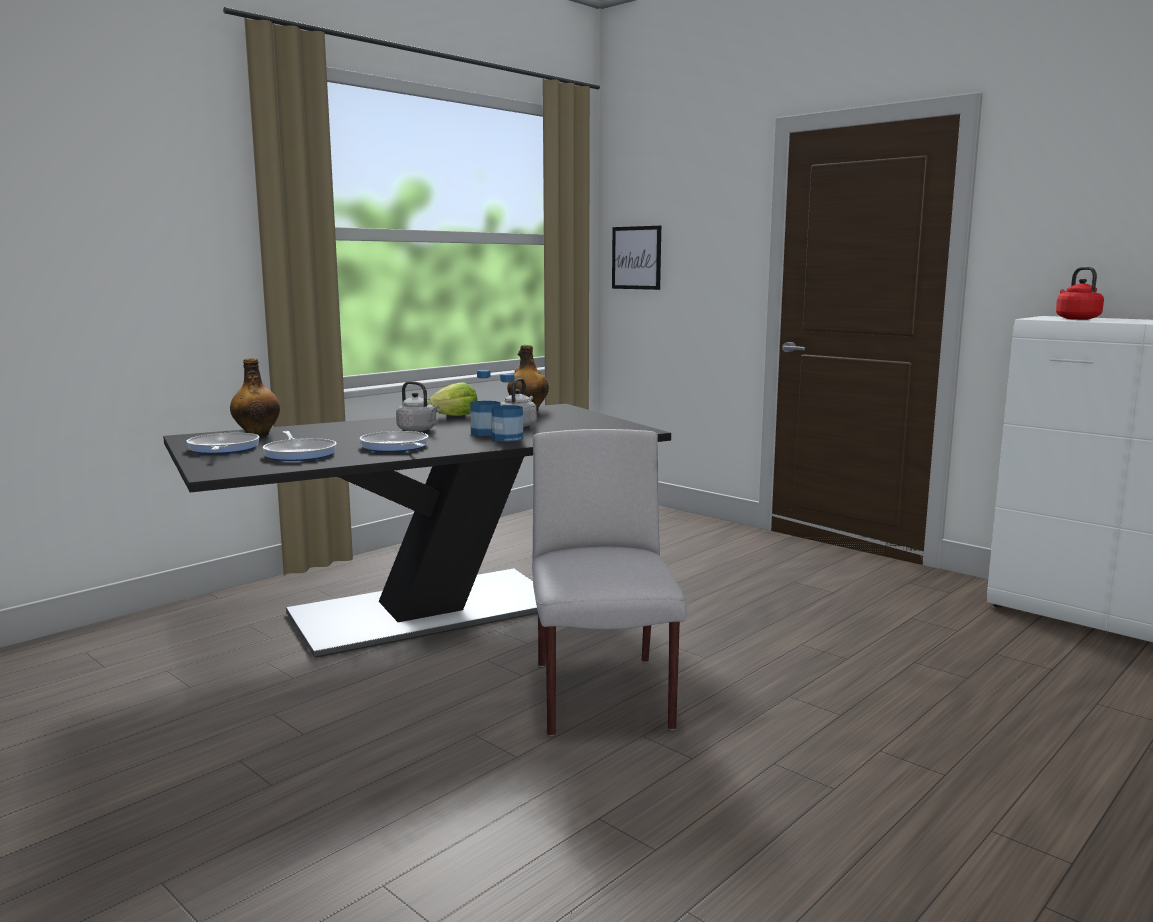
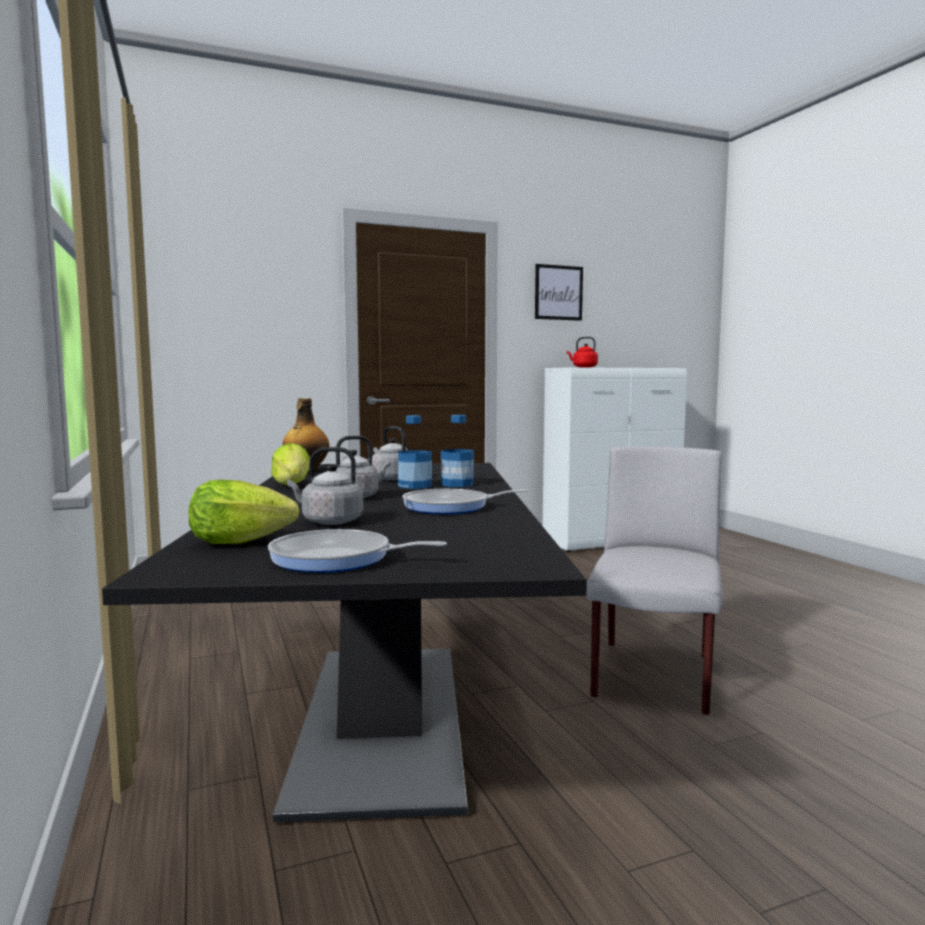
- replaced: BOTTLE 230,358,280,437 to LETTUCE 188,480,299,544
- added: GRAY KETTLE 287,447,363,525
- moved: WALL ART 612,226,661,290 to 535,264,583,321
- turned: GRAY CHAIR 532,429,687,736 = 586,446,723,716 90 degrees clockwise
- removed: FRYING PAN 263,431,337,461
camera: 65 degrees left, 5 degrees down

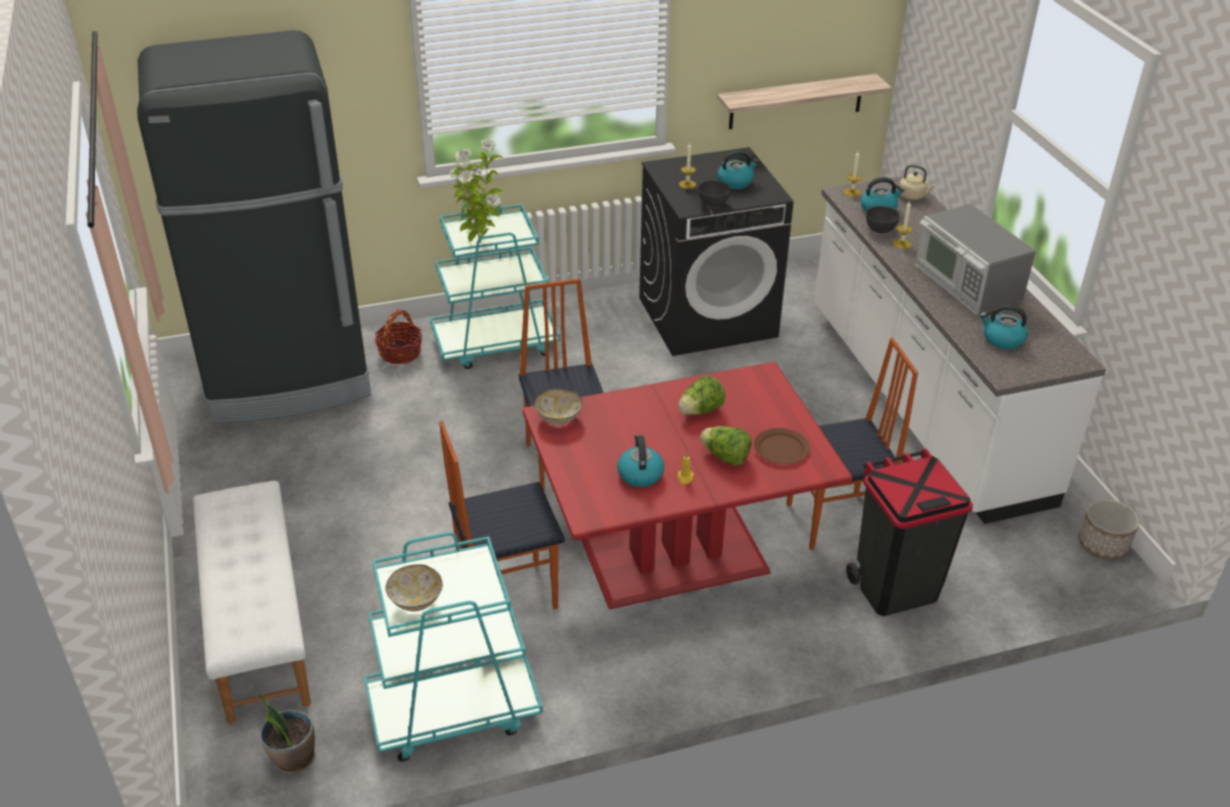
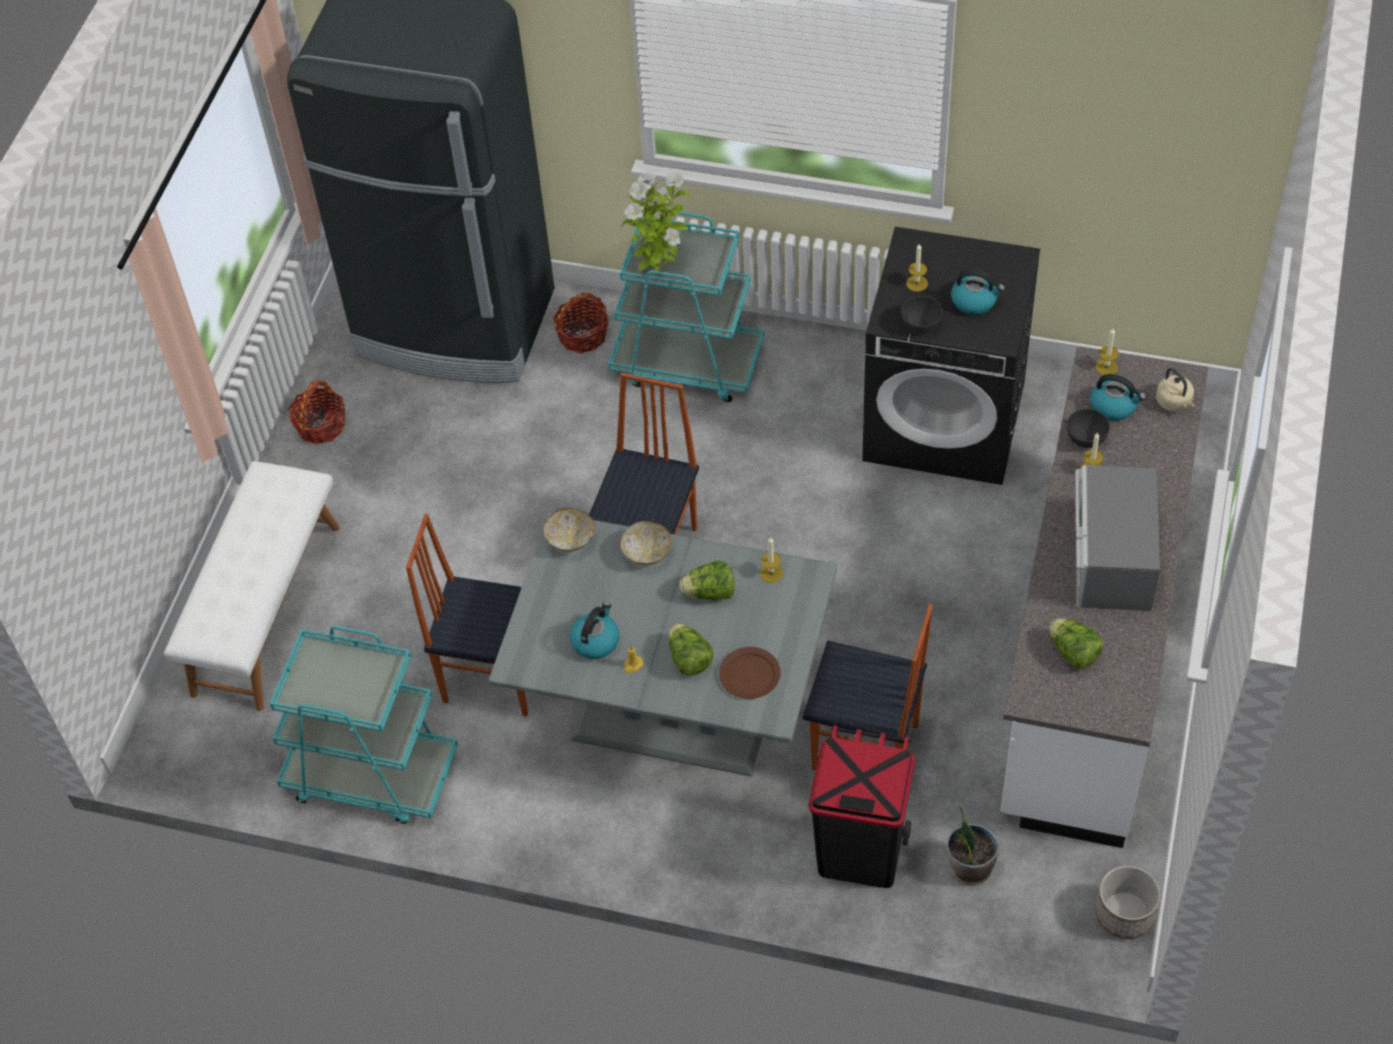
- added: HOUSEHOLD BASKET 288,380,346,444
- recoloured: RED KITCHEN TABLE 523,362,852,610 to GRAY KITCHEN TABLE 489,512,837,776
- moved: SERVING BOWL 385,564,443,611 to 620,521,672,566
- added: CANDLE 760,537,783,583
- moved: HOUSEPLANT 258,693,315,773 to 947,806,999,885
- replaced: KETTLE 980,305,1028,349 to LETTUCE 1049,618,1103,669
- removed: WALL SHELF 717,74,892,129
camera: 35 degrees right, 15 degrees up

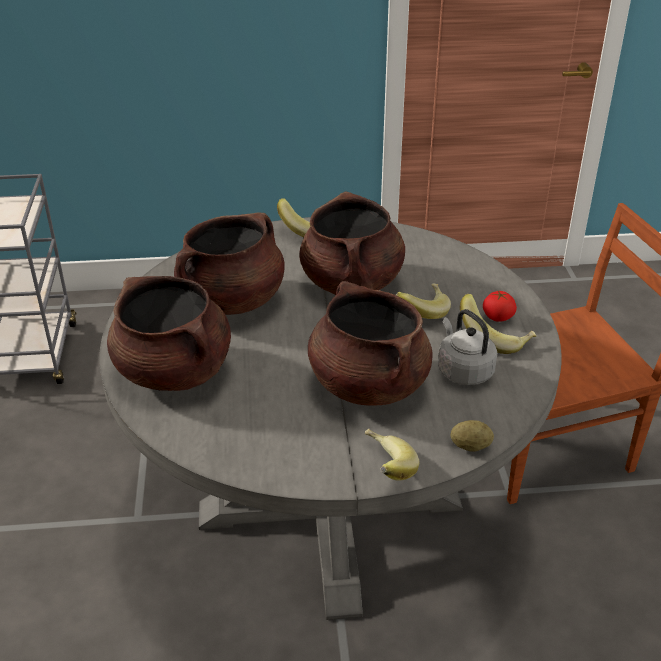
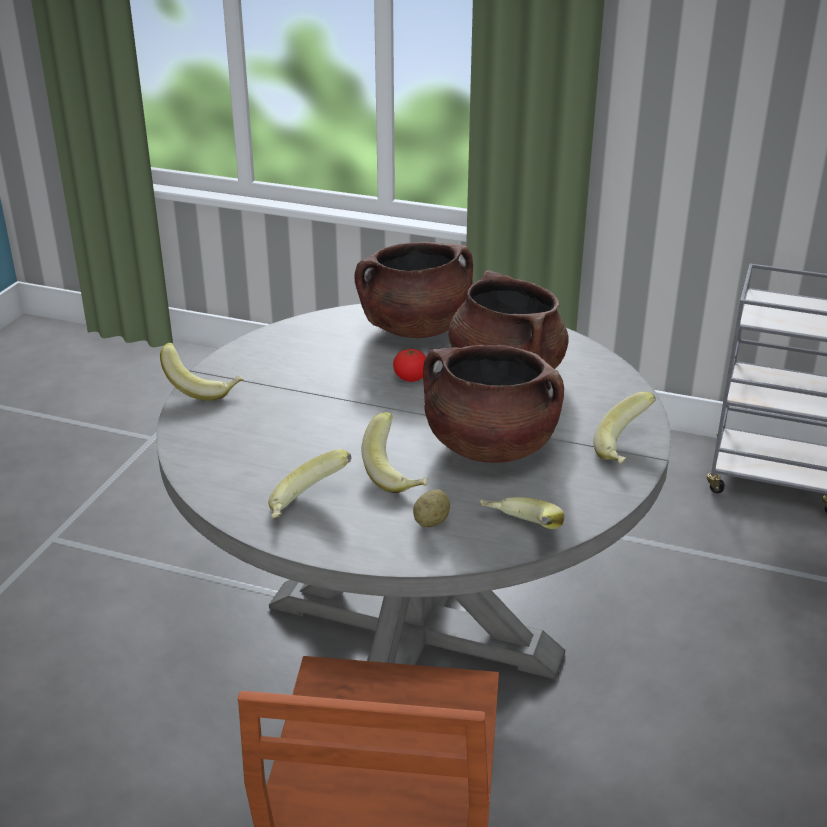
- moved: FRESH TOMATO 483,291,517,322 to 393,349,426,382
- moved: WHOLE POTATO 450,420,494,452 to 413,490,450,527
- added: BANANA FRUIT 479,497,564,529
- removed: BROWN-COLOURED COOKING POT 308,281,432,405
- removed: GRAY KETTLE 438,309,497,385
camera: 115 degrees right, 5 degrees down

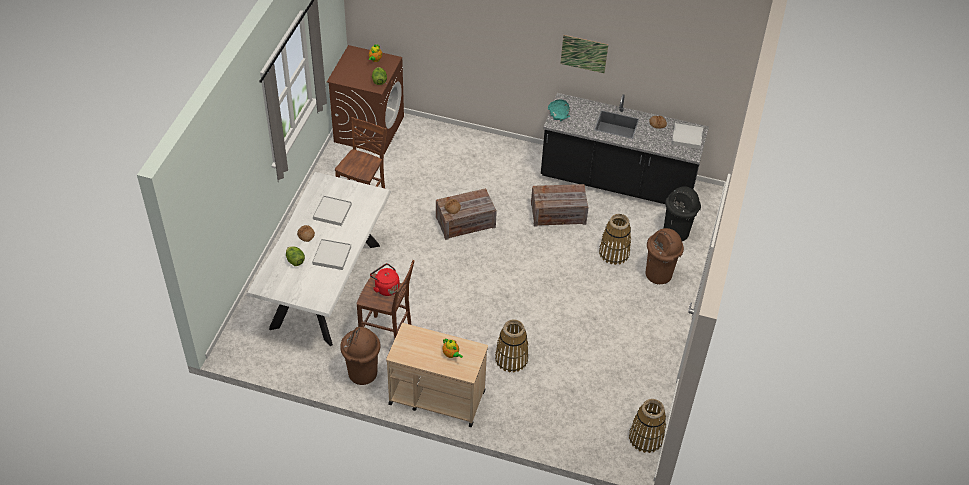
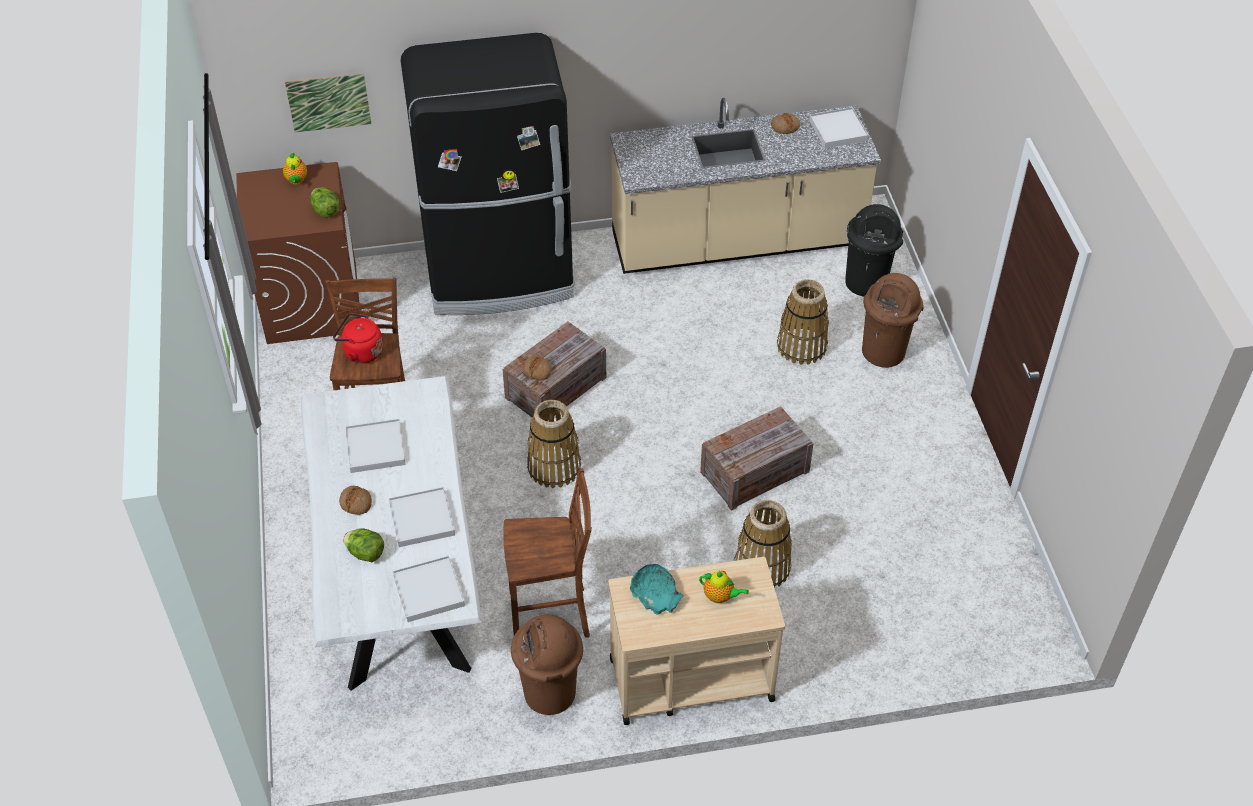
- moved: WALL ART 561,35,608,73 to 285,73,372,132
- moved: RED KETTLE 370,263,400,296 to 333,313,383,363
- added: WHITE-COLOURED SERVING TRAY 393,556,465,622
- added: BLACK REFRIGERATOR 401,33,575,315
- moved: HOUSEHOLD BASKET 629,399,666,453 to 527,400,581,488
- recoloured: BLACK KITCHEN BASE UNIT 541,93,709,204 to BEIGE-COLOURED KITCHEN BASE UNIT 610,98,881,274
- moved: TURQUOISE SERVING BOWL 548,99,570,121 to 630,564,683,614
- moved: SHIPPING CRATE 531,184,589,227 to 700,407,813,511
camera: 25 degrees left, 0 degrees up

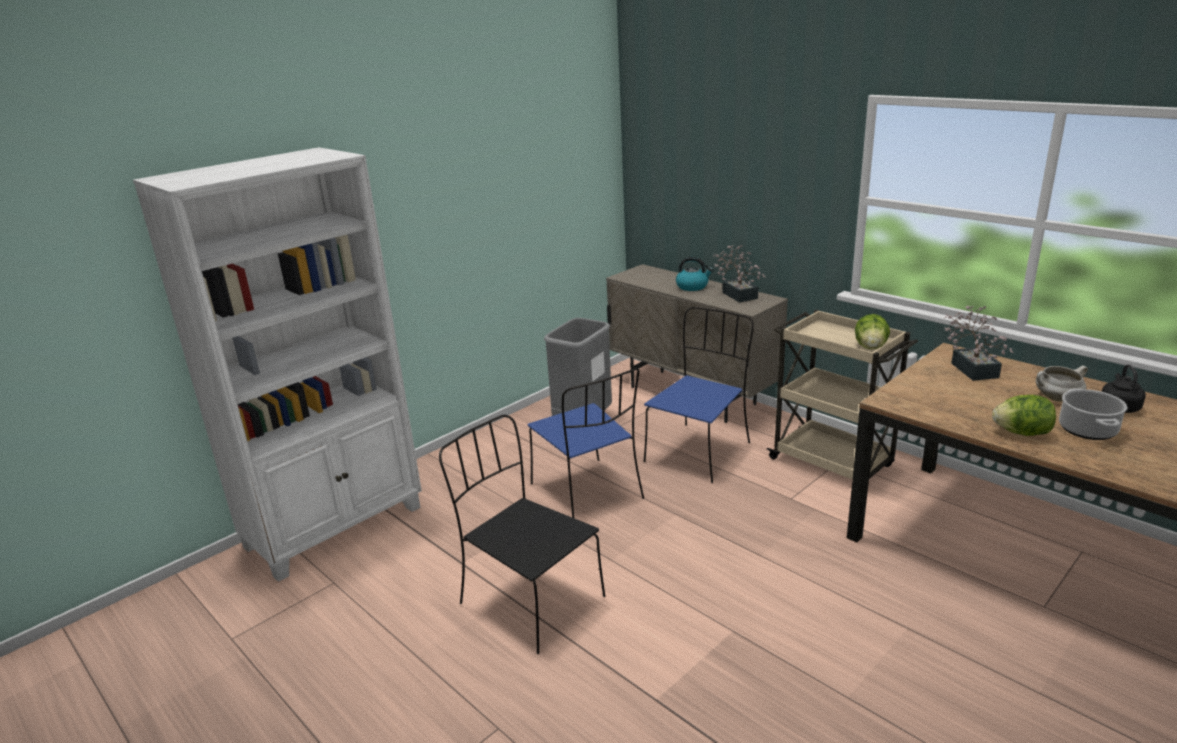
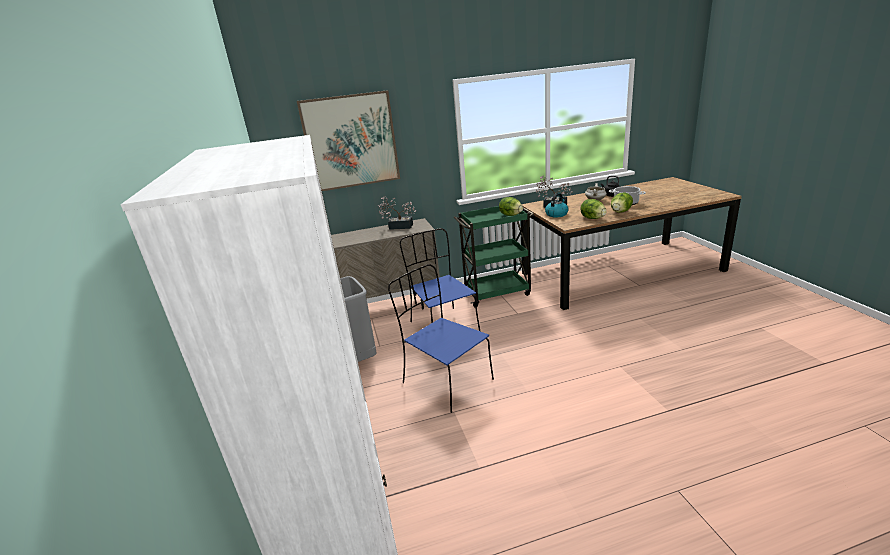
- added: WALL ART 297,90,400,191
- turned: BLUE CHAIR 528,368,644,518 = 388,264,494,413 135 degrees counterclockwise
- recoloured: BEIGE-COLOURED CART 767,310,918,479 to GREEN-COLOURED CART 454,206,534,307
- moved: KETTLE 676,257,713,291 to 545,193,569,217
- added: LETTUCE 580,199,607,219
- removed: BLACK CHAIR 439,415,605,654
camera: 60 degrees left, 0 degrees up

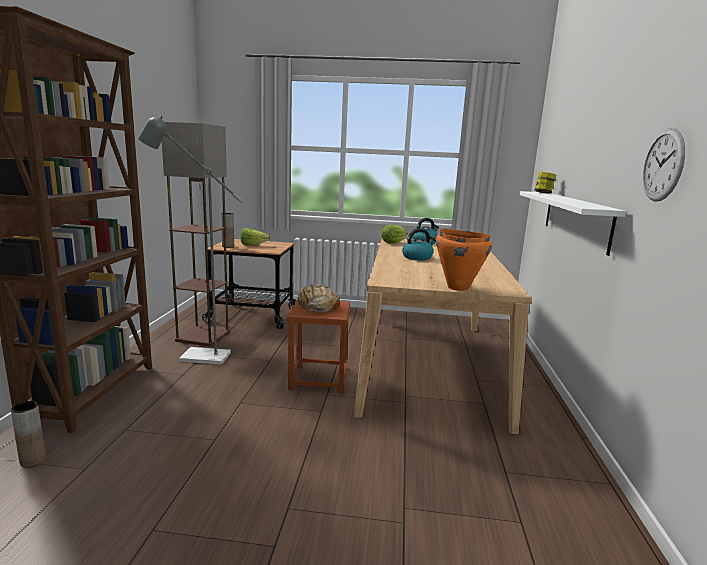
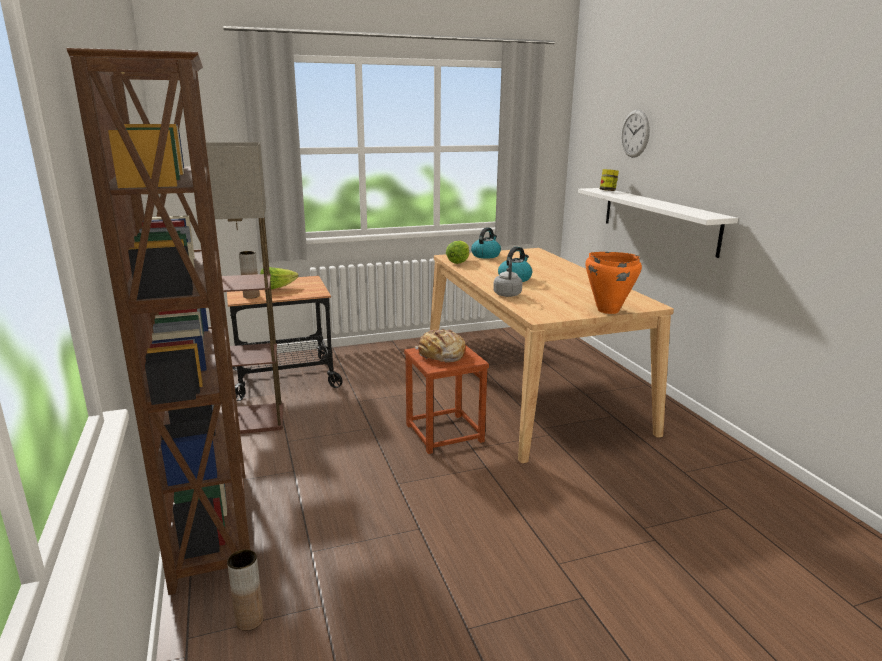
- added: GRAY KETTLE 493,260,523,297
- moved: HANGING CLOCK 643,128,685,202 to 621,110,650,158
- removed: GRAY STANDING LAMP 138,115,243,365
camera: 25 degrees left, 5 degrees up

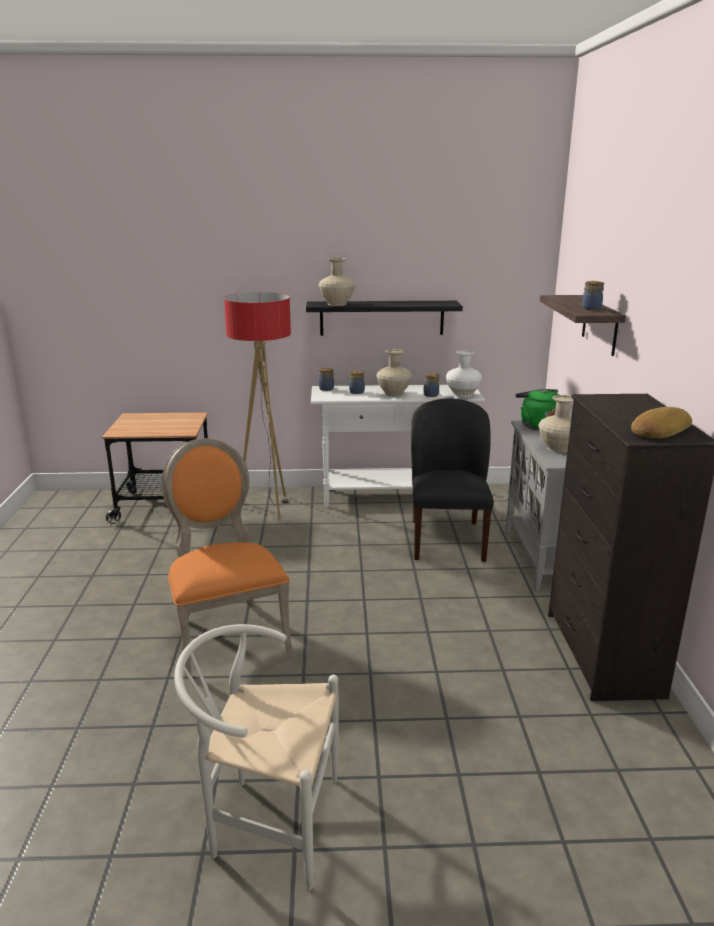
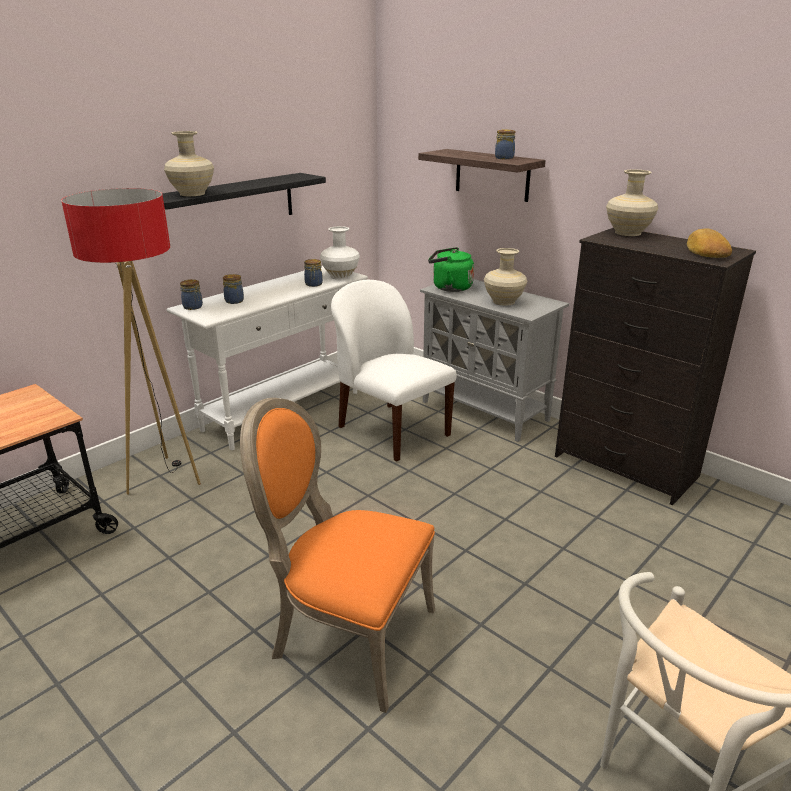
- recoloured: BLACK CHAIR 411,399,494,562 to WHITE-COLOURED CHAIR 331,280,457,462
- moved: BEIGE-COLOURED FLOWER VASE 376,349,412,396 to 606,170,658,236
camera: 45 degrees left, 5 degrees up

